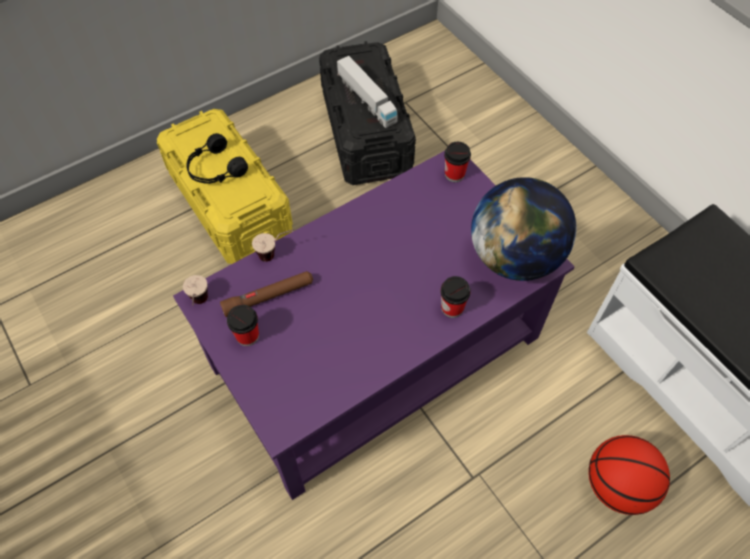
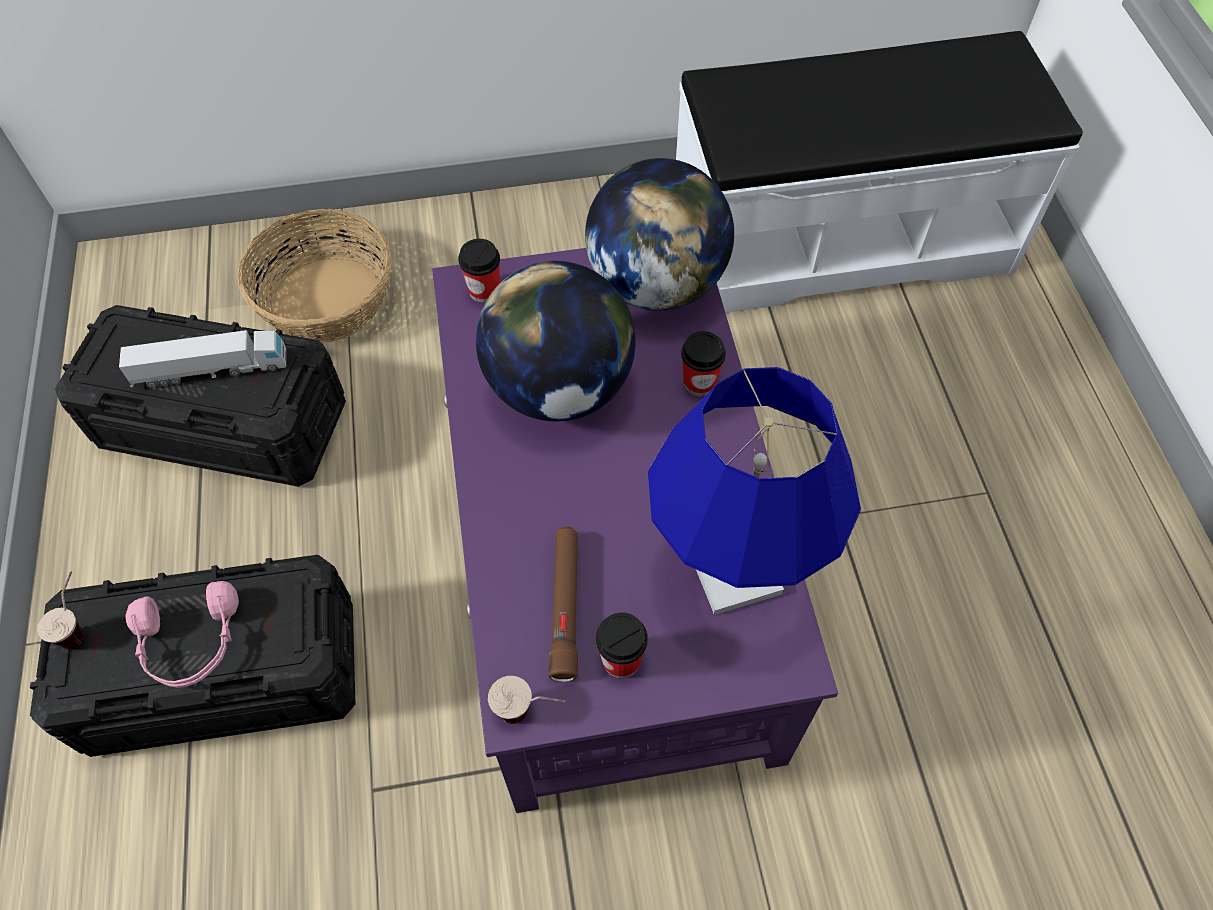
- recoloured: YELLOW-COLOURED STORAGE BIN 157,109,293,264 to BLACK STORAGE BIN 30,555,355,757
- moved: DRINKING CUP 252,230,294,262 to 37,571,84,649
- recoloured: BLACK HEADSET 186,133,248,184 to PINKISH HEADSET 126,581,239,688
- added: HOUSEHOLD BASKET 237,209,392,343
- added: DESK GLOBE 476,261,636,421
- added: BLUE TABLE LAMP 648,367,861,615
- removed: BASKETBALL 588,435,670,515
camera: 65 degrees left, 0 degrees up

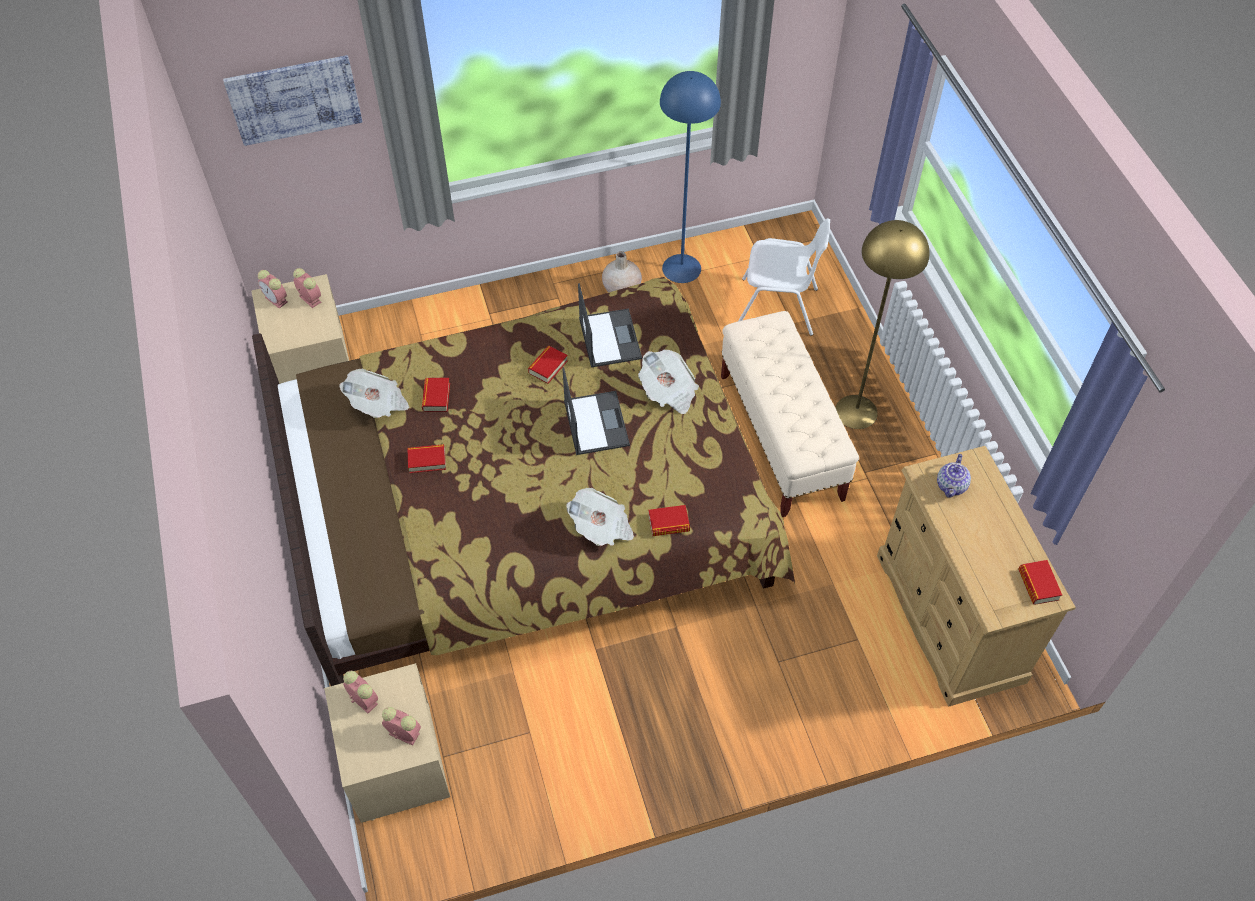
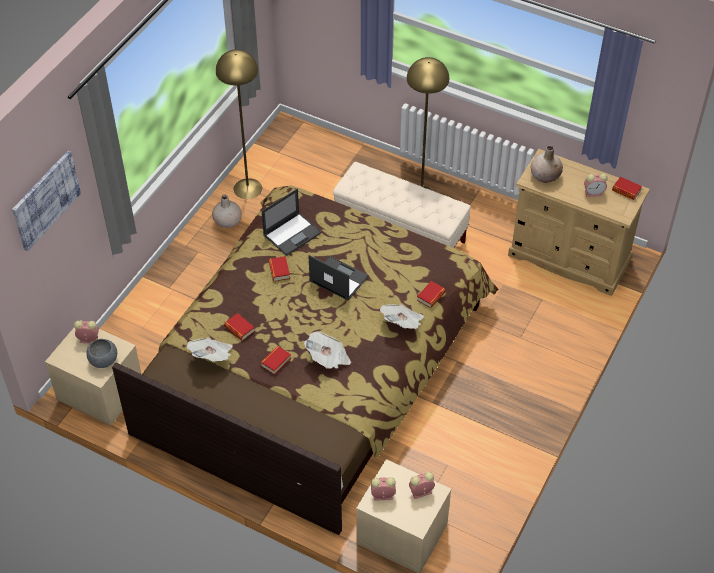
- added: GRAY SERVING BOWL 86,339,117,368
- recoloured: BLUE STANDING LAMP 660,71,721,283 to YELLOW-COLOURED STANDING LAMP 216,49,262,199
- turned: NOTEBOOK COMPUTER 578,283,642,367 = 262,188,322,256 105 degrees clockwise
- moved: PRINTED PAPER 638,350,699,414 to 304,331,351,369
- replaced: TEAPOT 937,454,971,498 to BEIGE-COLOURED FLOWER VASE 531,146,563,183
- moved: ALARM CLOCK 258,270,288,308 to 584,173,608,197
- removed: WHITE-COLOURED CHAIR 738,218,830,336
camera: 45 degrees left, 5 degrees down

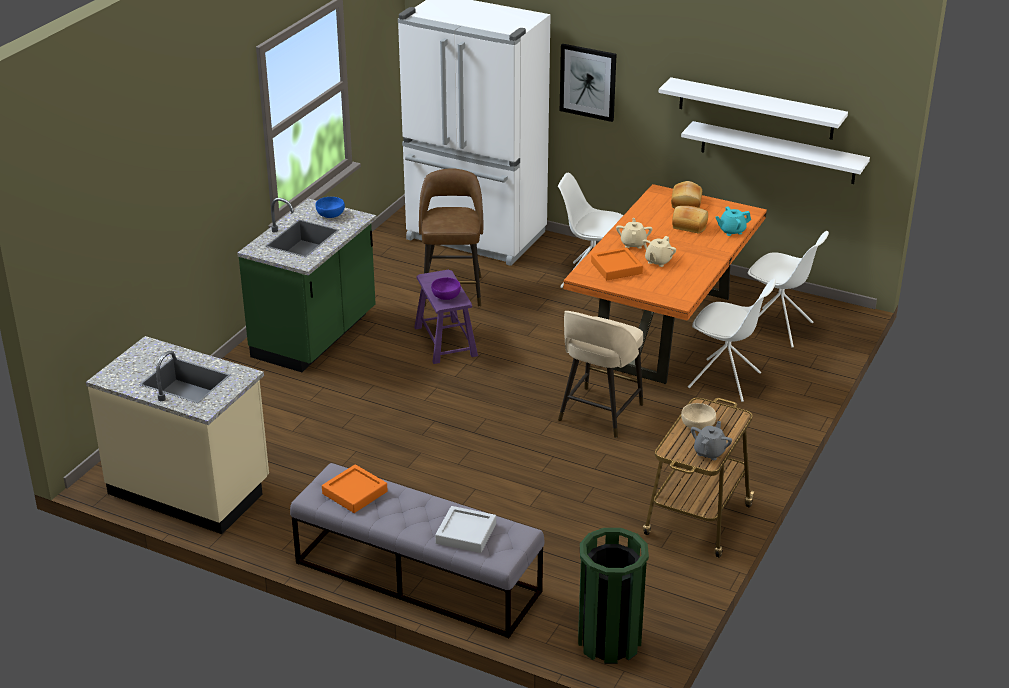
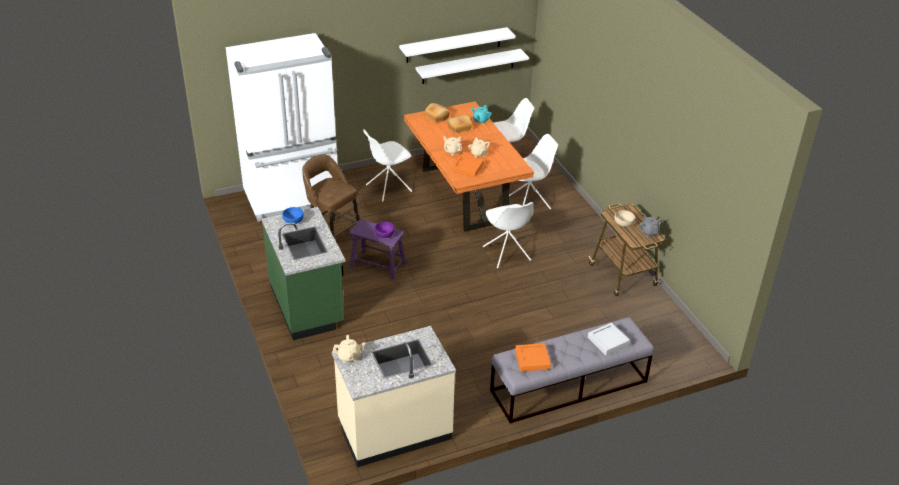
- added: BEIGE-COLOURED TEAPOT 333,335,365,362
- replaced: BEIGE-COLOURED SITTING STOOL 558,311,643,438 to WHITE-COLOURED CHAIR 483,202,533,268
- removed: WALL ART 560,44,616,122
- removed: GREEN-COLOURED TRASH CAN 578,528,649,664
camera: 50 degrees left, 5 degrees up

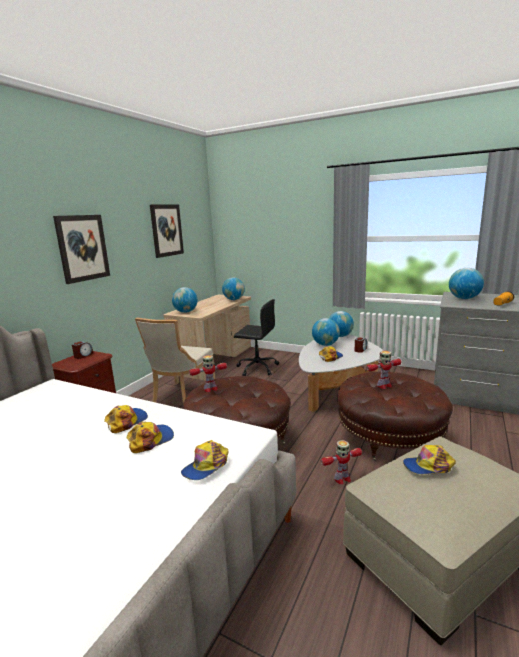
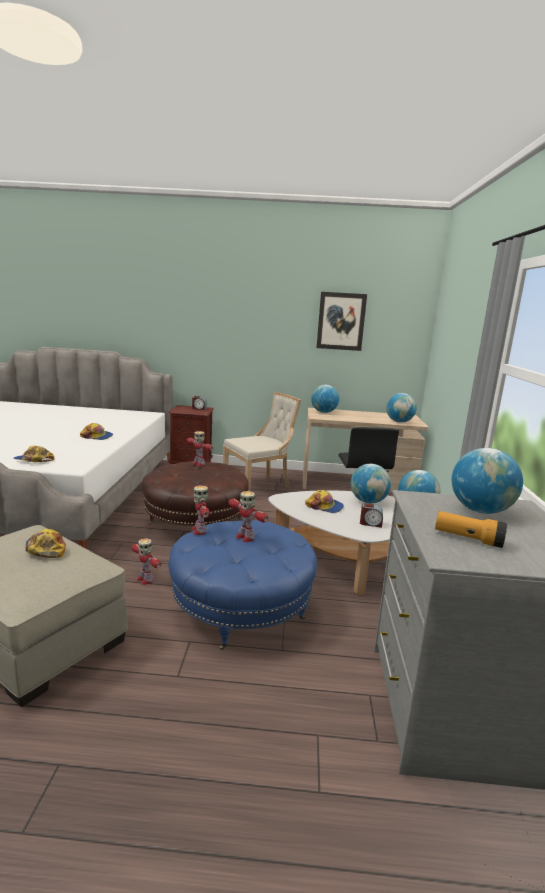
- recoloured: BROWN-COLOURED OTTOMAN 337,371,453,461 to BLUE OTTOMAN 168,520,317,650
- added: TOY ROBOT 192,485,210,535
- turned: BEIGE-COLOURED CHAIR 135,318,215,406 = 223,392,301,491 150 degrees clockwise
- removed: WALL ART 53,215,110,284
- removed: PEAKED CAP 126,422,174,453
camera: 65 degrees right, 0 degrees up

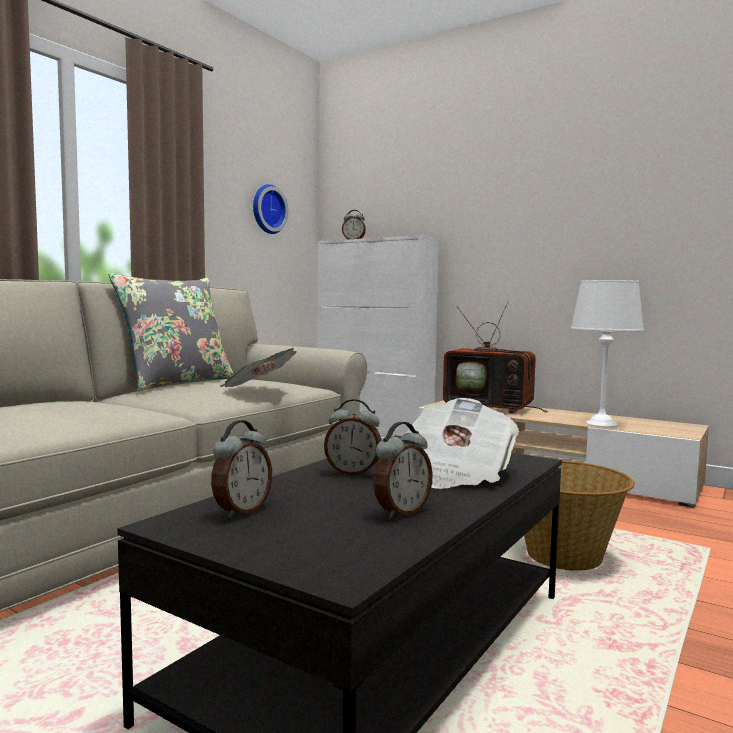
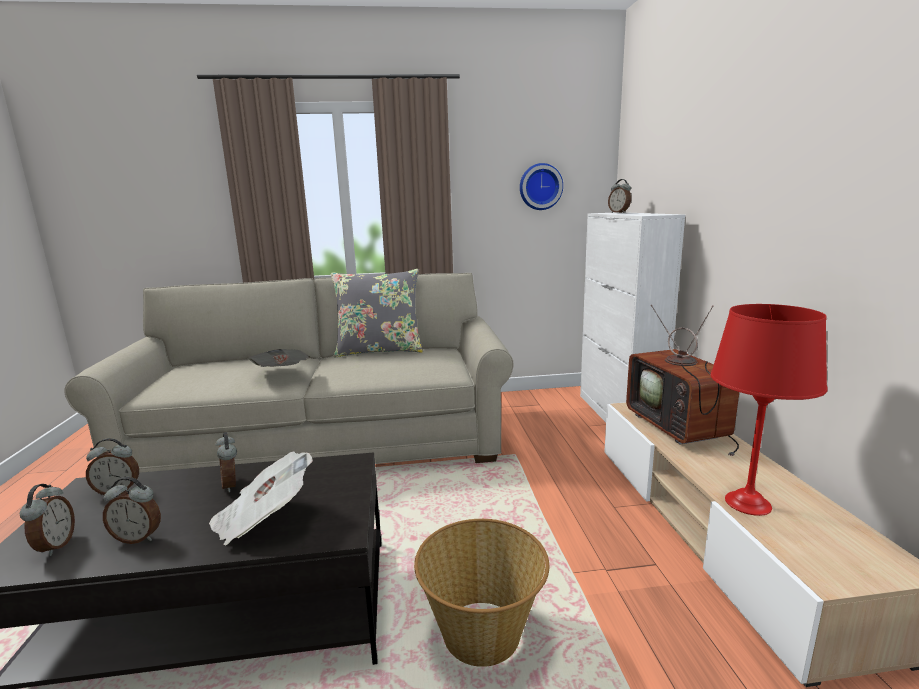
- added: ALARM CLOCK 19,484,75,556
- moved: PRINTED PAPER 220,348,296,387 to 246,349,310,367
- recoloured: WHITE-COLOURED TABLE LAMP 571,280,644,427 to RED TABLE LAMP 710,304,827,516
camera: 50 degrees right, 10 degrees up

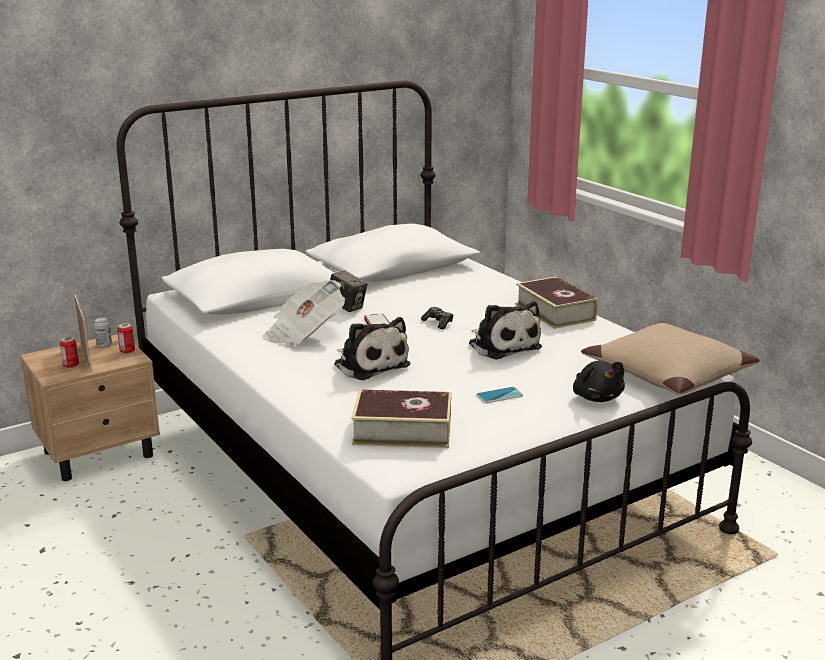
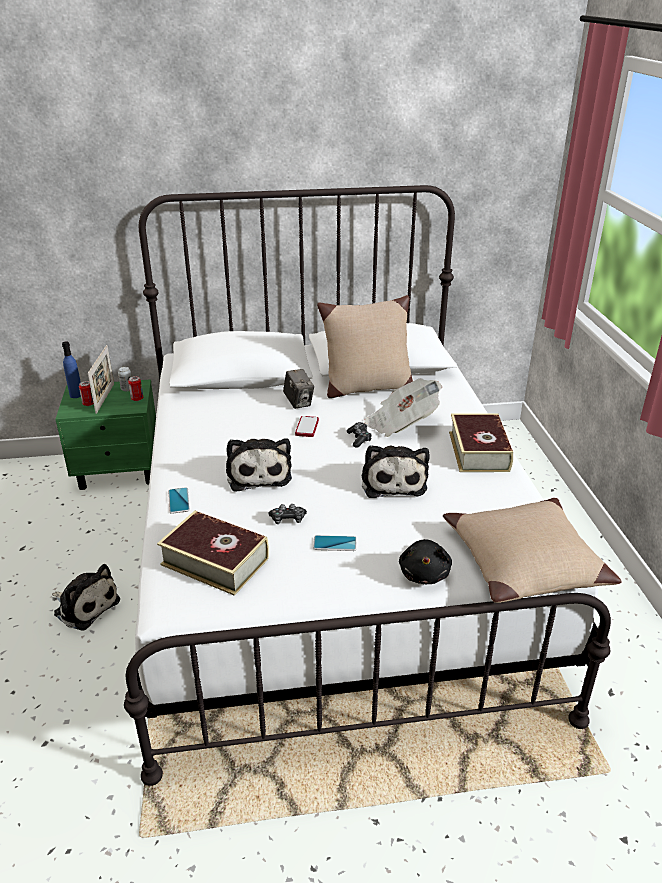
- added: PLUSH TOY 52,564,120,630
- recoloured: BEIGE-COLOURED NIGHT TABLE 20,334,160,481 to GREEN-COLOURED NIGHT TABLE 55,379,156,490
- added: BLUE BOTTLE 62,341,81,398
- added: HANDSET 168,487,190,514
- added: JOYPAD 268,504,307,524
- added: BEIGE-COLOURED THROW PILLOW 317,295,413,398
- moved: PRINTED PAPER 262,280,345,345 to 364,378,442,437
camera: 25 degrees right, 10 degrees up

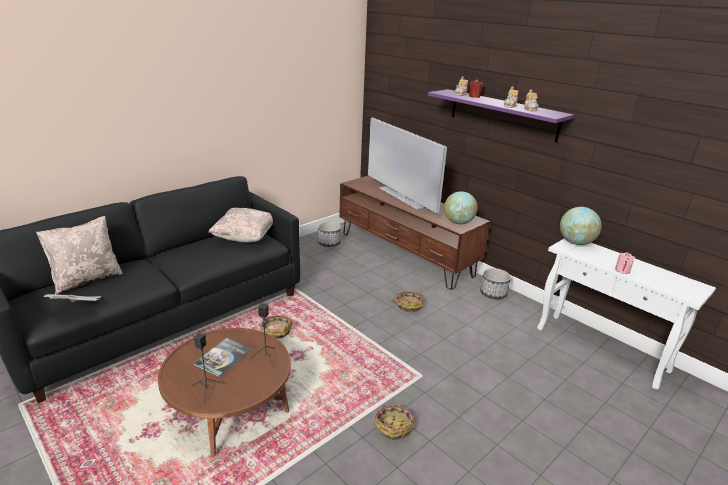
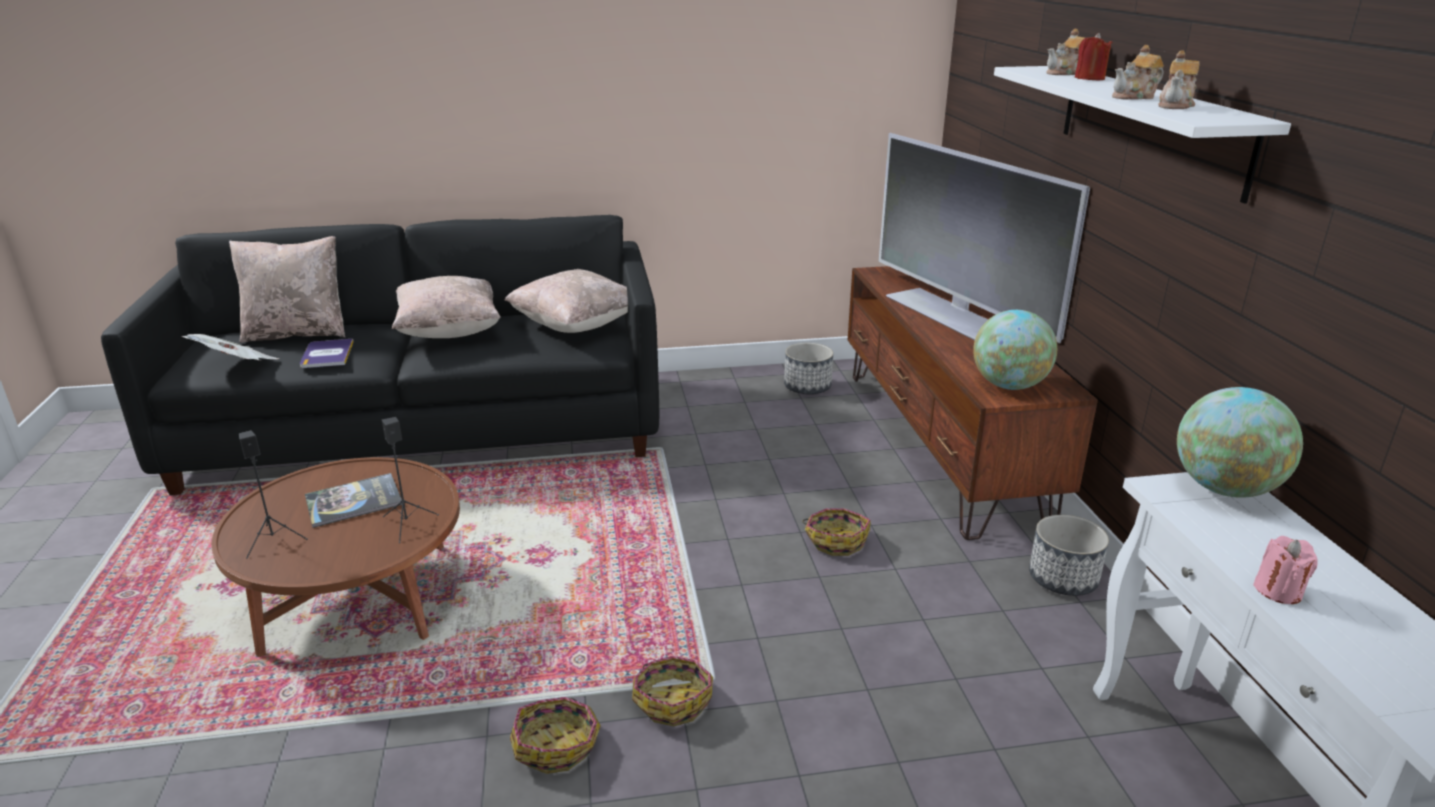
- added: BOUND BOOK 300,339,354,368
- added: BEIGE-COLOURED THROW PILLOW 392,276,501,338
- moved: HOUSEHOLD BASKET 258,315,292,339 to 632,656,713,726
- turned: TV 368,117,447,214 = 879,133,1090,343 150 degrees clockwise
- recoloured: PURPLISH WALL SHELF 428,89,574,142 to WHITE-COLOURED WALL SHELF 994,66,1291,204
camera: 35 degrees right, 0 degrees up

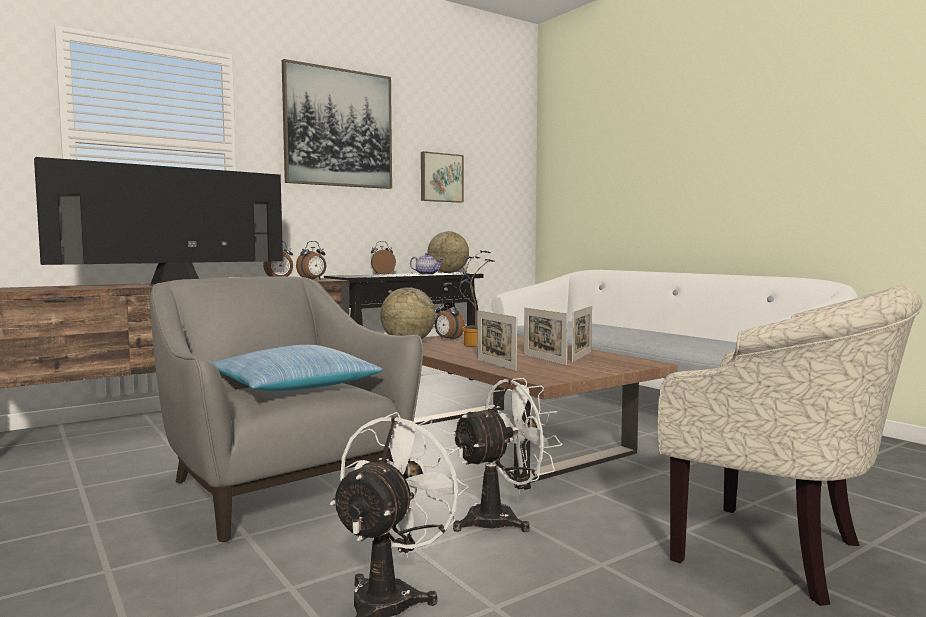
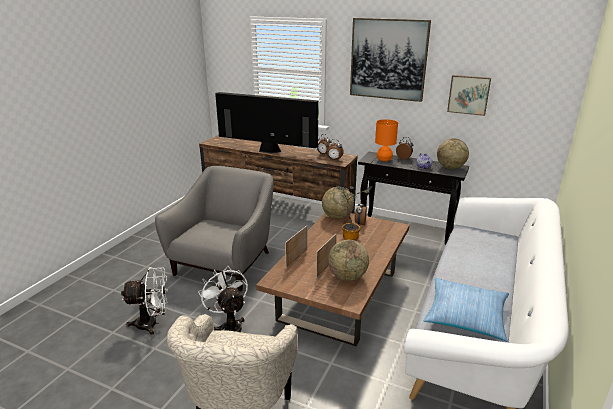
- turned: WHITE-COLOURED FAN 451,378,562,532 = 198,266,248,332 150 degrees counterclockwise
- replaced: STANDING FRAME 572,306,592,363 to DESK GLOBE 328,240,369,281
- added: ORANGE-COLOURED TABLE LAMP 375,119,398,161
- moved: THROW PILLOW 212,345,382,391 to 424,278,509,342
camera: 60 degrees right, 20 degrees up

